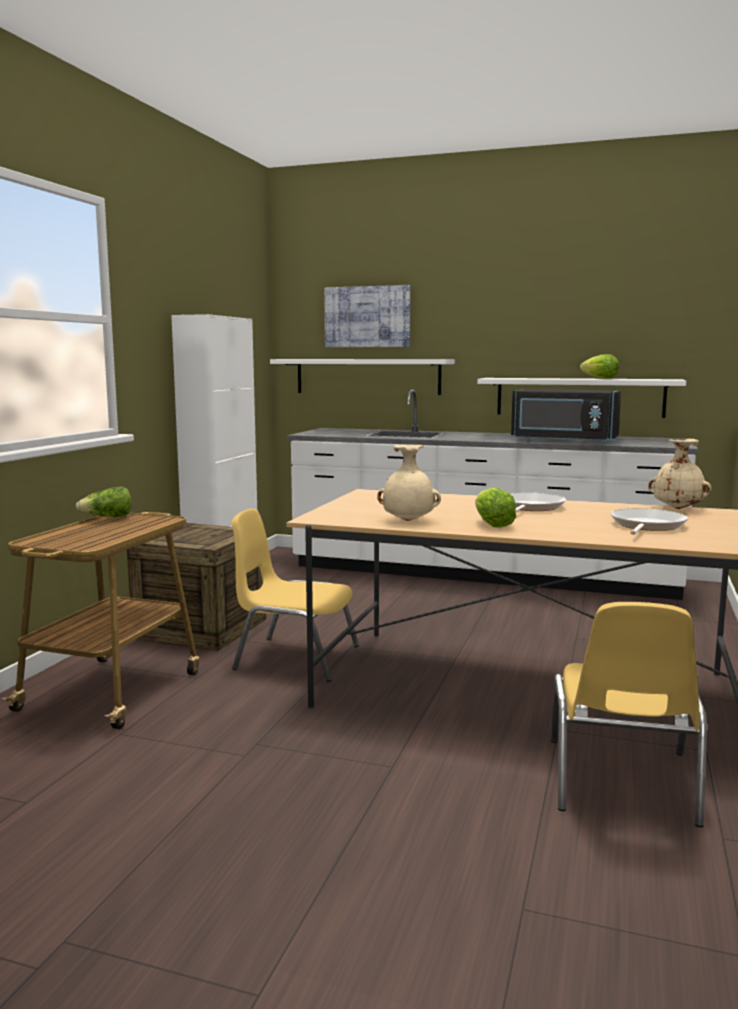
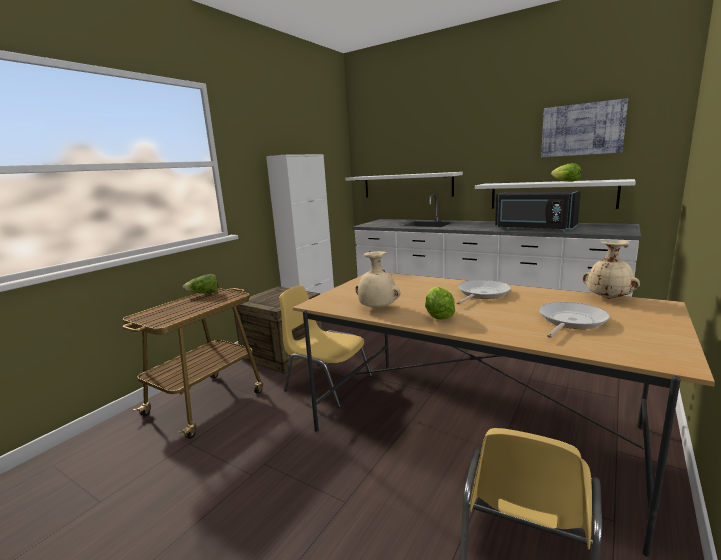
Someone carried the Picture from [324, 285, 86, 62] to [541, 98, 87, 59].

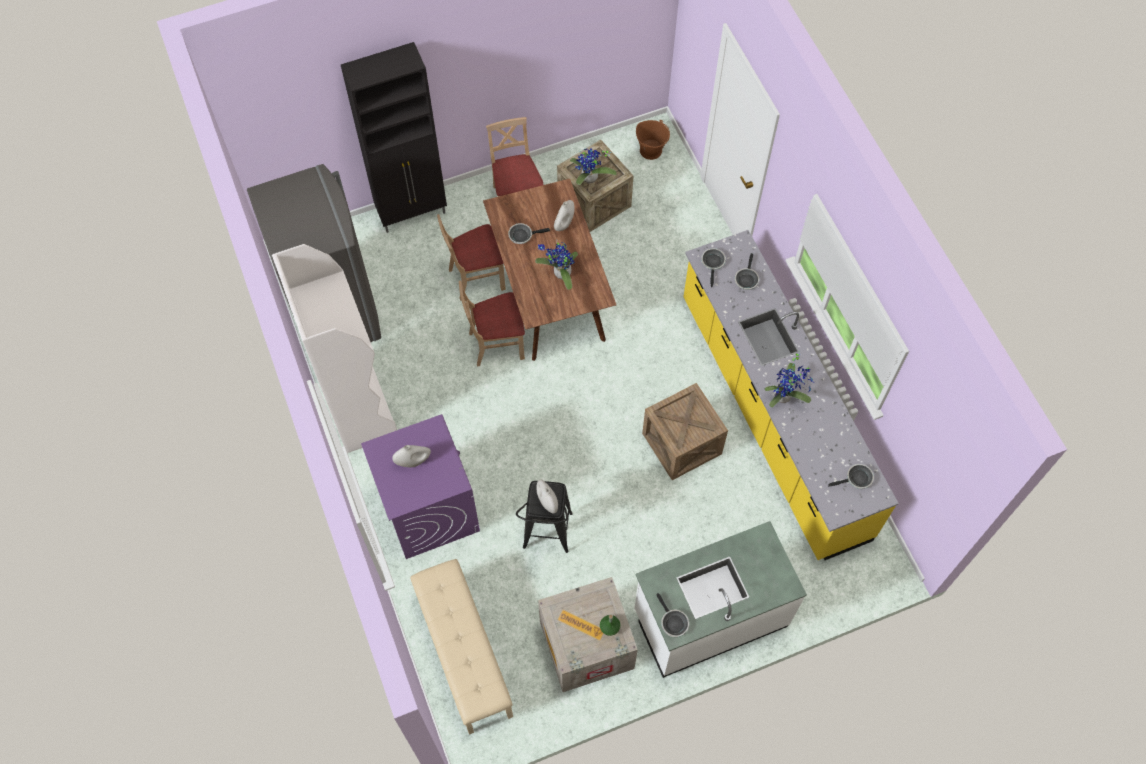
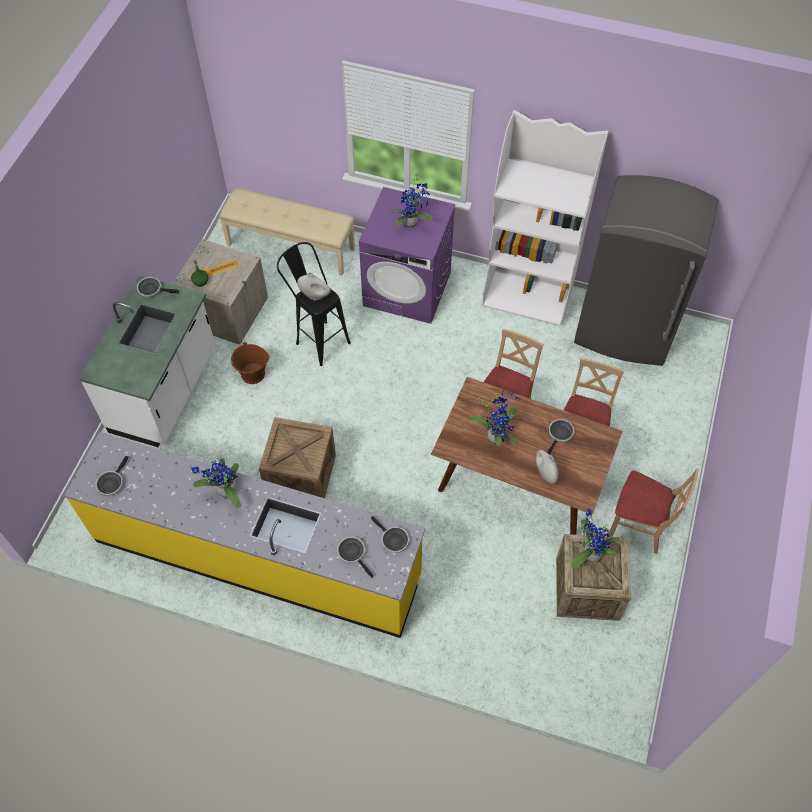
Someone carried the BrownishPail from [636, 120, 34, 40] to [231, 342, 39, 42]. Someone swapped the WhitishFlowerVase at [392, 445, 39, 22] for the PlantInAPot at [391, 171, 41, 57]. Someone took away the BlackColouredStorageCabinet at [341, 42, 106, 191].

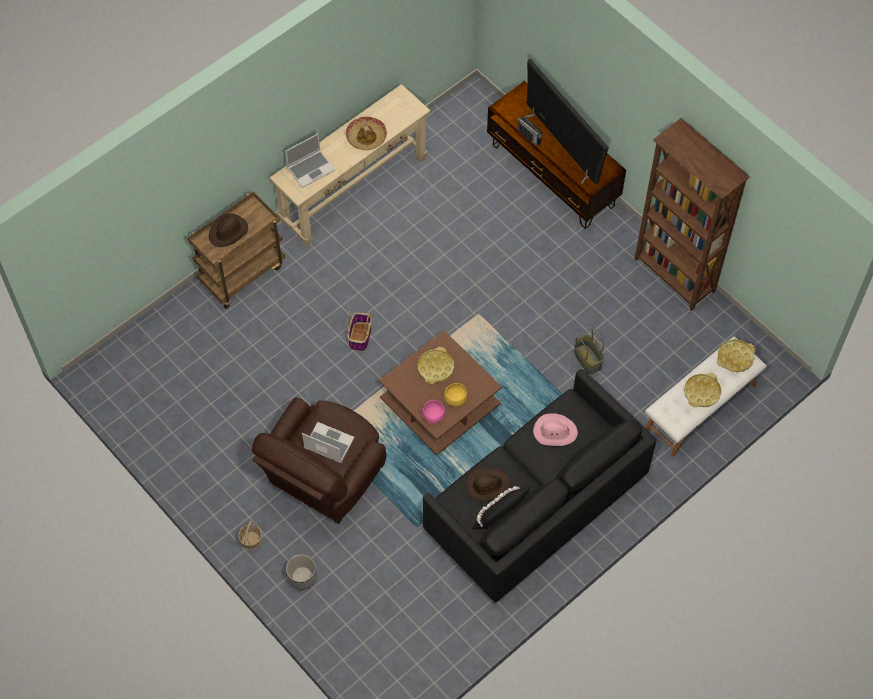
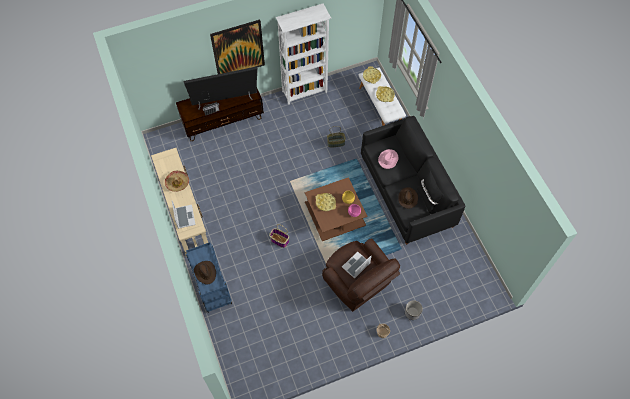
Someone repainted the BrownishCart at [188, 191, 97, 118], which became the BluishCart at [186, 242, 46, 71]. Someone put up the Picture at [210, 20, 55, 54]. Someone repainted the BrownishBookshelf at [635, 118, 115, 193], which became the WhitishBookshelf at [276, 3, 55, 102].

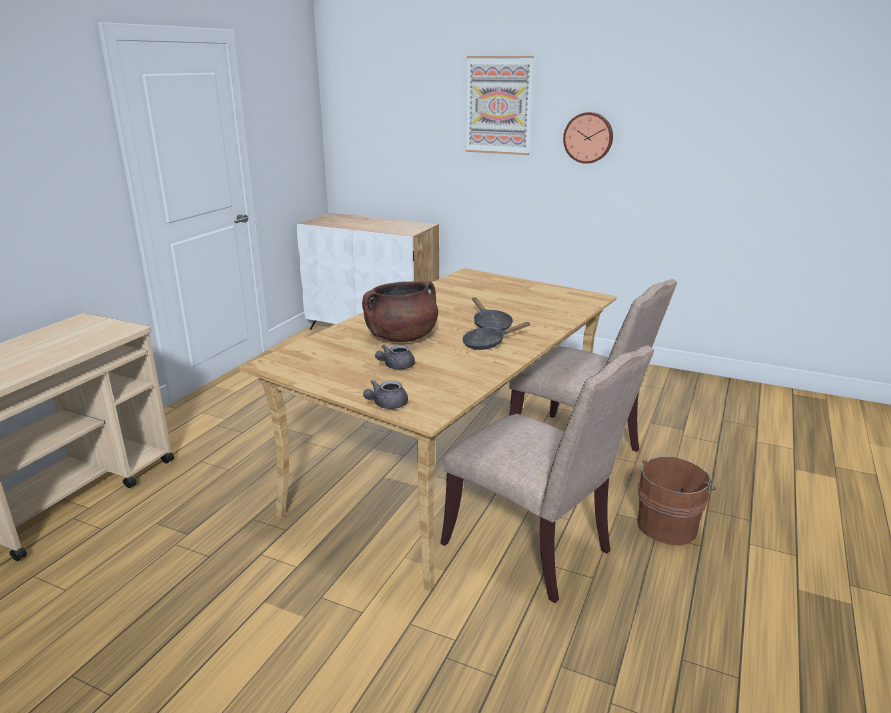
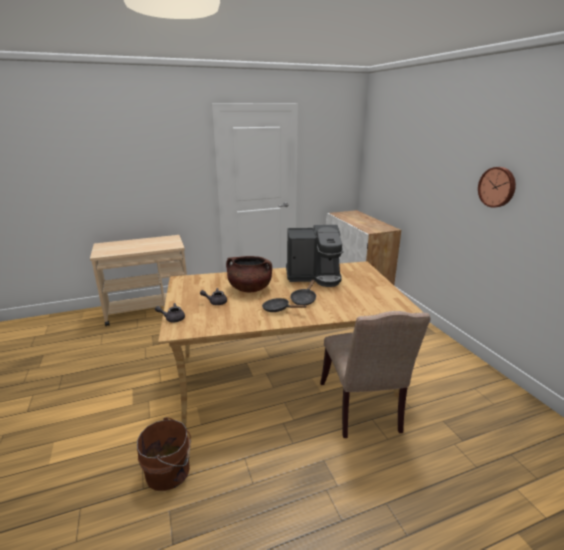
Someone carried the BrownishPail from [637, 456, 79, 90] to [137, 417, 54, 74]. Someone put down the CoffeeBrewer at [286, 225, 57, 62]. Someone took away the SandColouredUprightChair at [440, 346, 214, 257]. Someone took away the Picture at [466, 56, 68, 99].

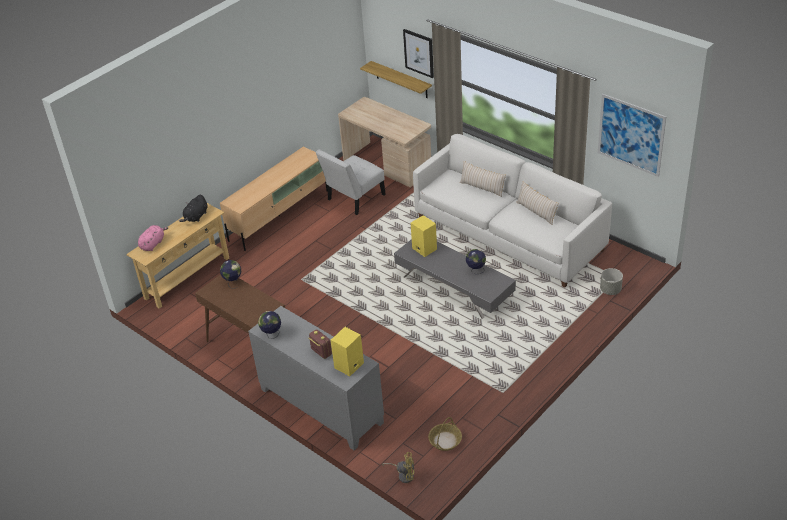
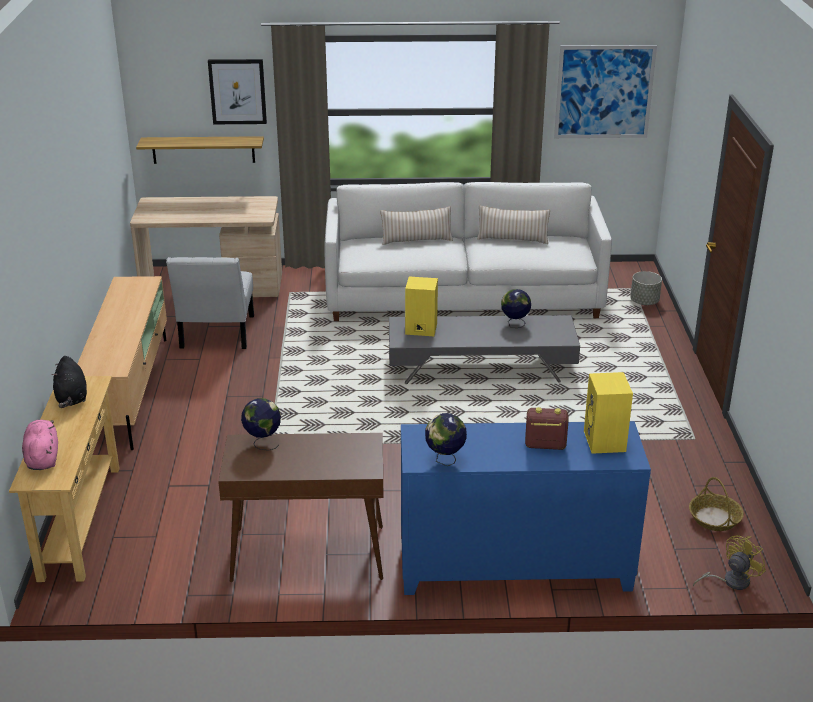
Someone repainted the GreyStorageCabinet at [248, 306, 136, 144], which became the BluishStorageCabinet at [401, 421, 250, 174].

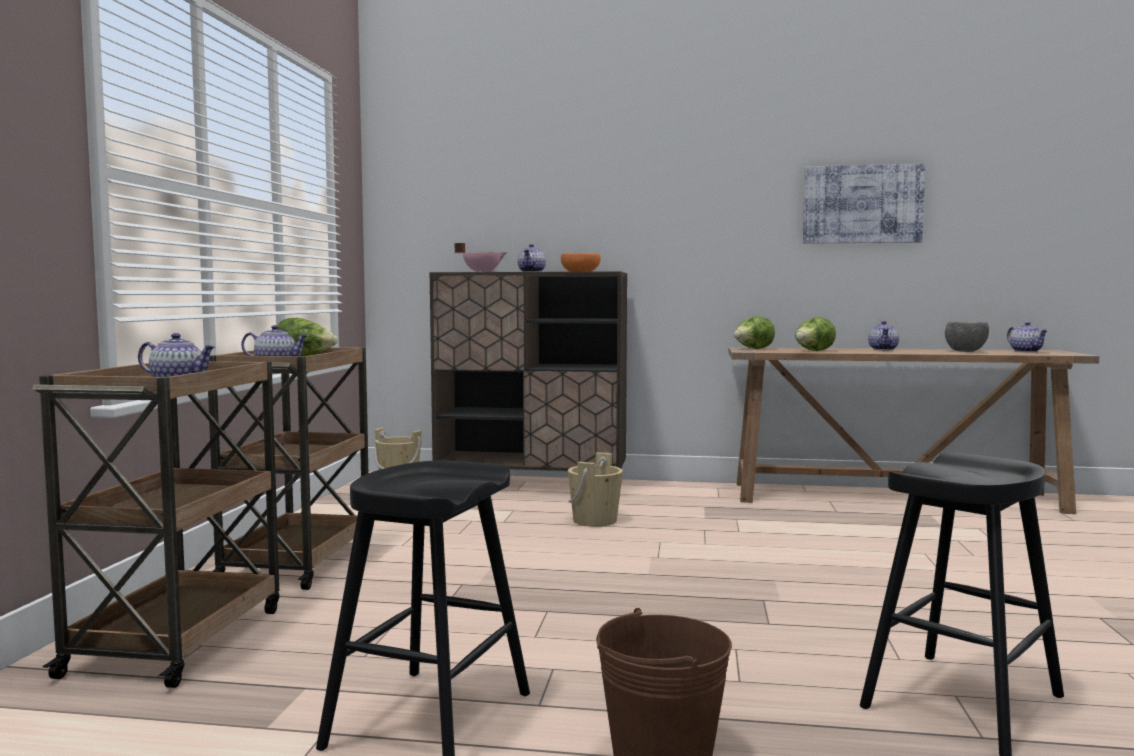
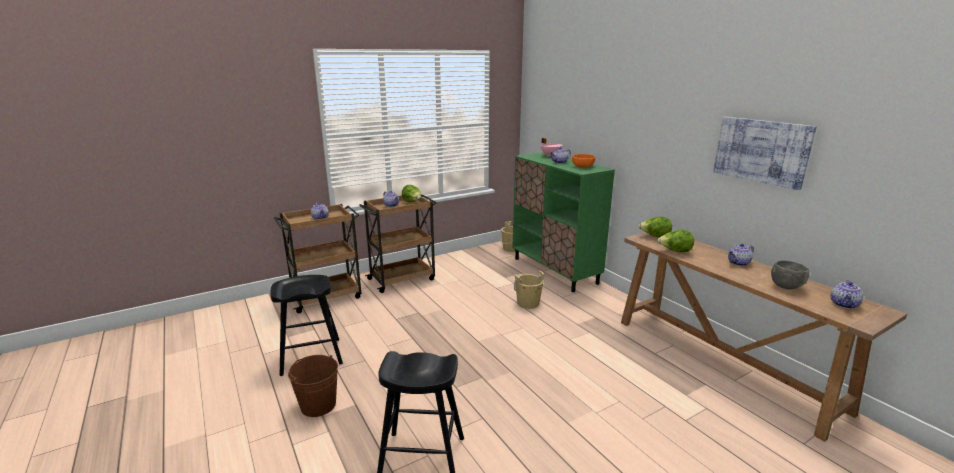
Someone repainted the BrownishStorageCabinet at [429, 271, 198, 200], which became the GreenStorageCabinet at [512, 152, 103, 140].

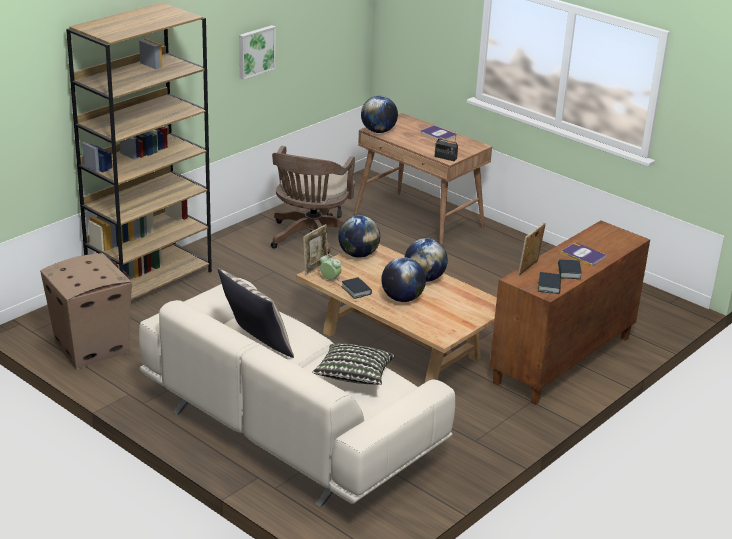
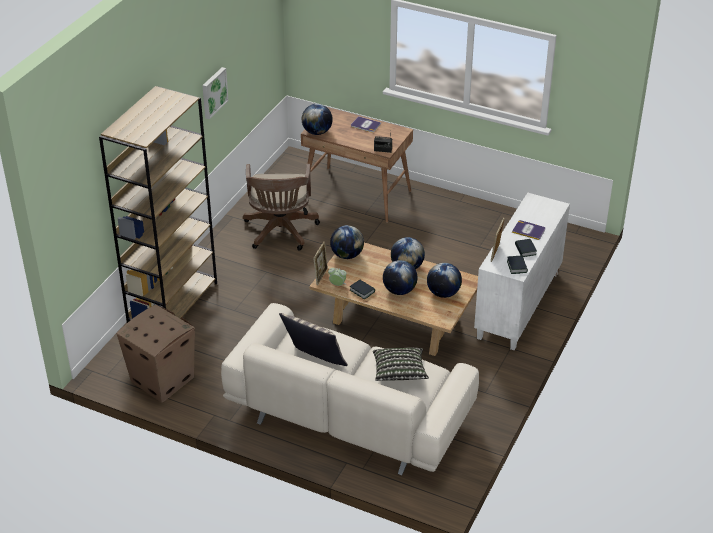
Someone put down the Globe at [427, 263, 35, 35]. Someone repainted the BrownishStorageCabinet at [490, 221, 160, 184], which became the WhitishStorageCabinet at [474, 193, 96, 158].

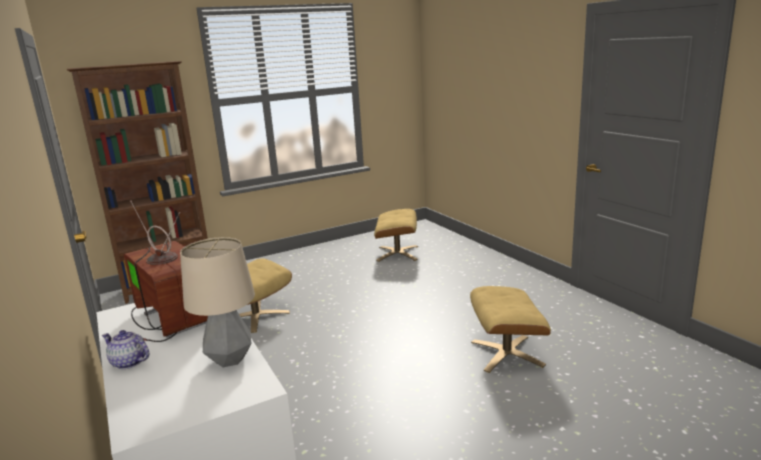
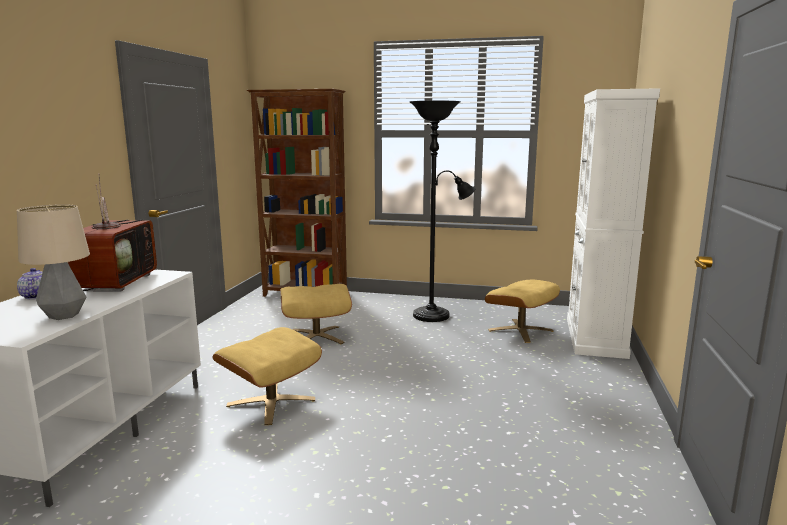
Someone carried the SandColouredFootrest from [470, 286, 81, 87] to [213, 327, 109, 98]. Someone put down the BlackColouredFloorLamp at [410, 101, 66, 221]. Someone put down the WhitishStorageCabinet at [567, 88, 93, 271].

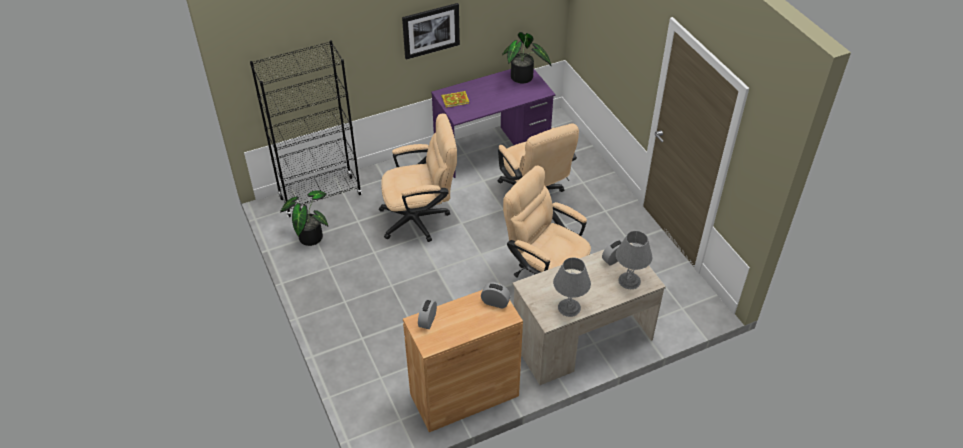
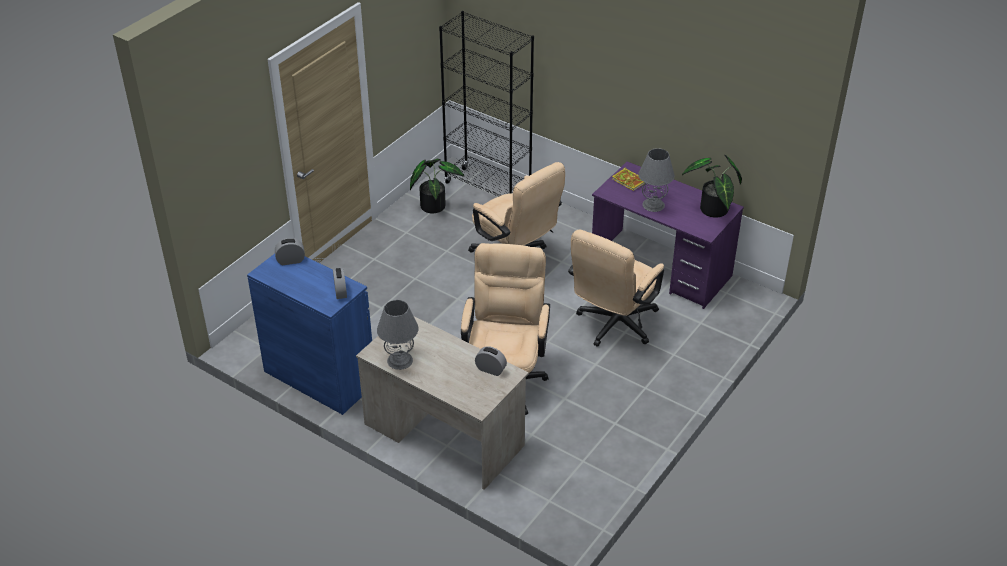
Someone repainted the BrownishStorageCabinet at [403, 290, 120, 142], which became the BluishStorageCabinet at [247, 254, 125, 161]. Someone carried the GreyTableLamp from [616, 231, 36, 58] to [638, 148, 37, 64]. Someone took away the Picture at [402, 3, 58, 57].

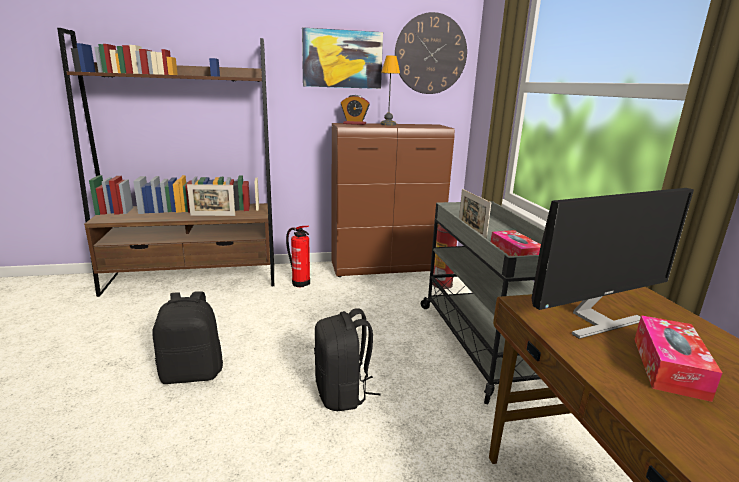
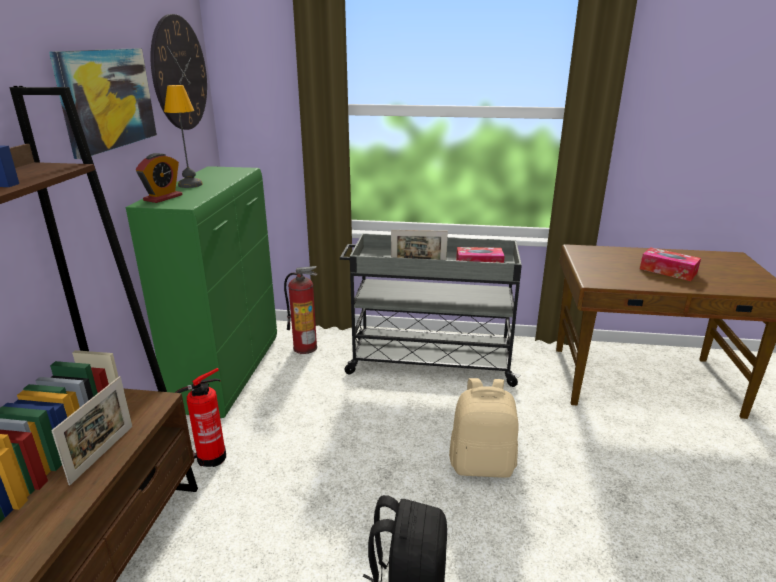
Someone repainted the BrownishStorageCabinet at [331, 123, 124, 154], which became the GreenStorageCabinet at [126, 166, 151, 252]. Someone repainted the BlackColouredRucksack at [314, 308, 66, 103], which became the SandColouredRucksack at [449, 378, 70, 100]. Someone took away the ComputerScreen at [531, 188, 163, 151].

